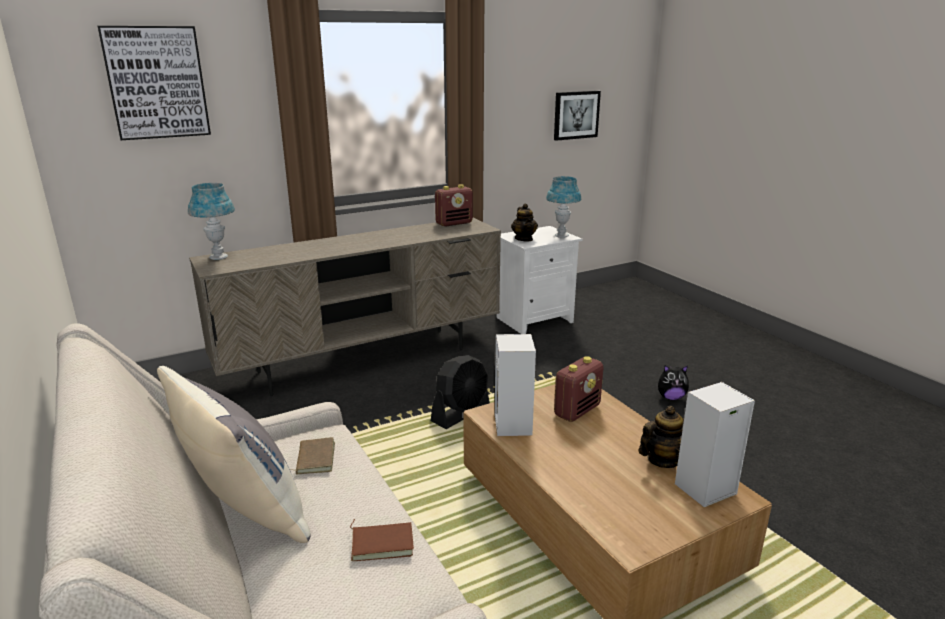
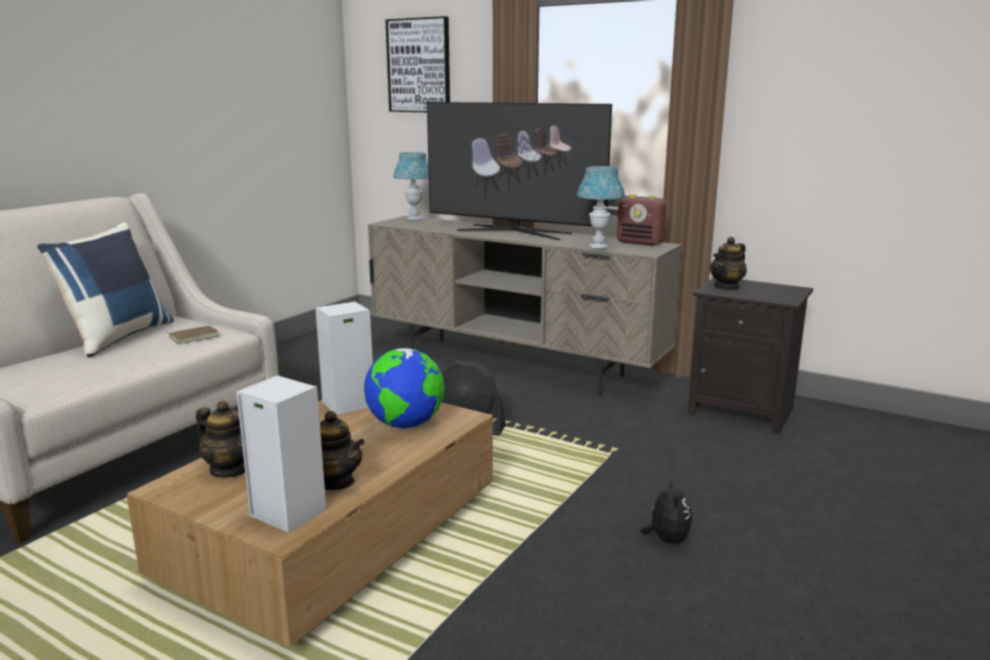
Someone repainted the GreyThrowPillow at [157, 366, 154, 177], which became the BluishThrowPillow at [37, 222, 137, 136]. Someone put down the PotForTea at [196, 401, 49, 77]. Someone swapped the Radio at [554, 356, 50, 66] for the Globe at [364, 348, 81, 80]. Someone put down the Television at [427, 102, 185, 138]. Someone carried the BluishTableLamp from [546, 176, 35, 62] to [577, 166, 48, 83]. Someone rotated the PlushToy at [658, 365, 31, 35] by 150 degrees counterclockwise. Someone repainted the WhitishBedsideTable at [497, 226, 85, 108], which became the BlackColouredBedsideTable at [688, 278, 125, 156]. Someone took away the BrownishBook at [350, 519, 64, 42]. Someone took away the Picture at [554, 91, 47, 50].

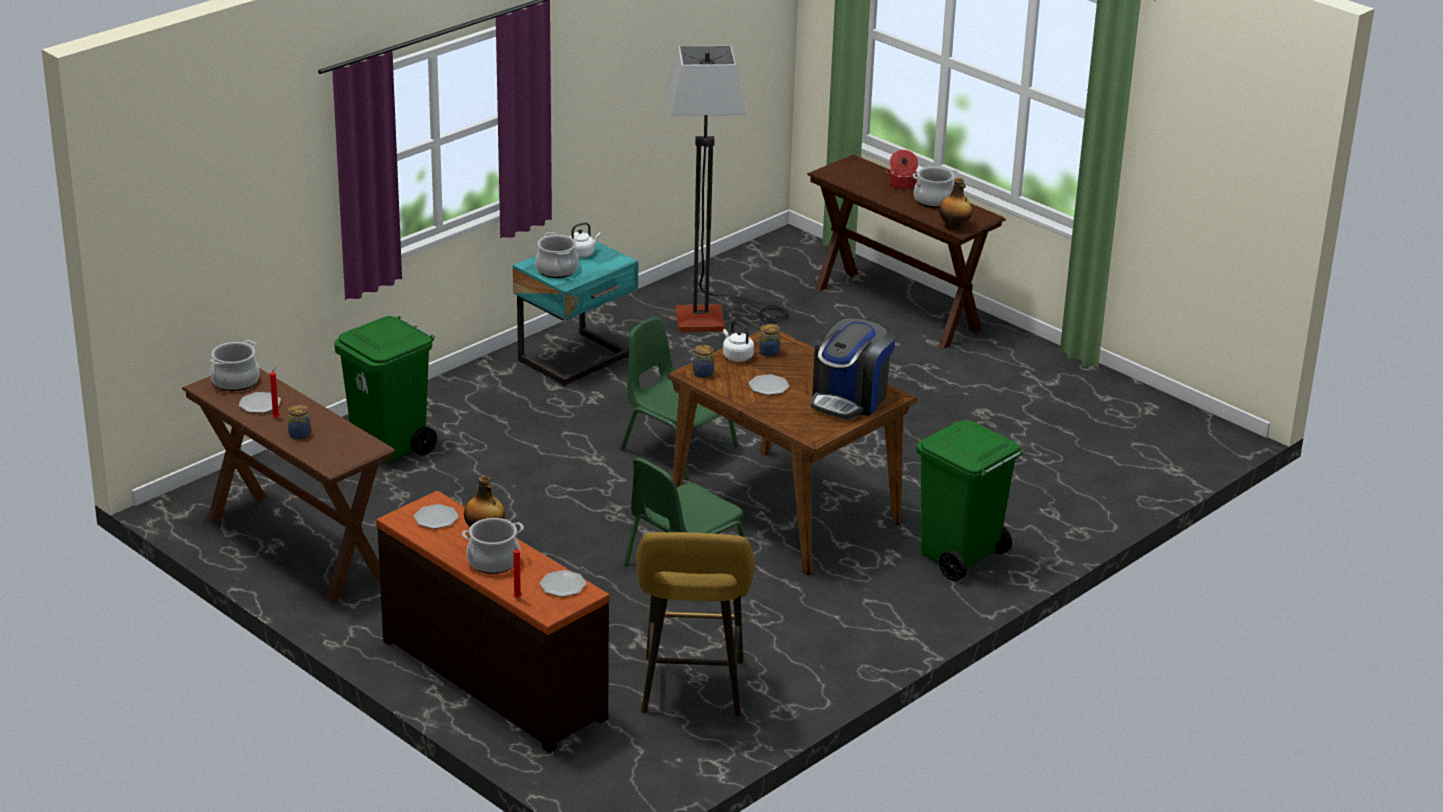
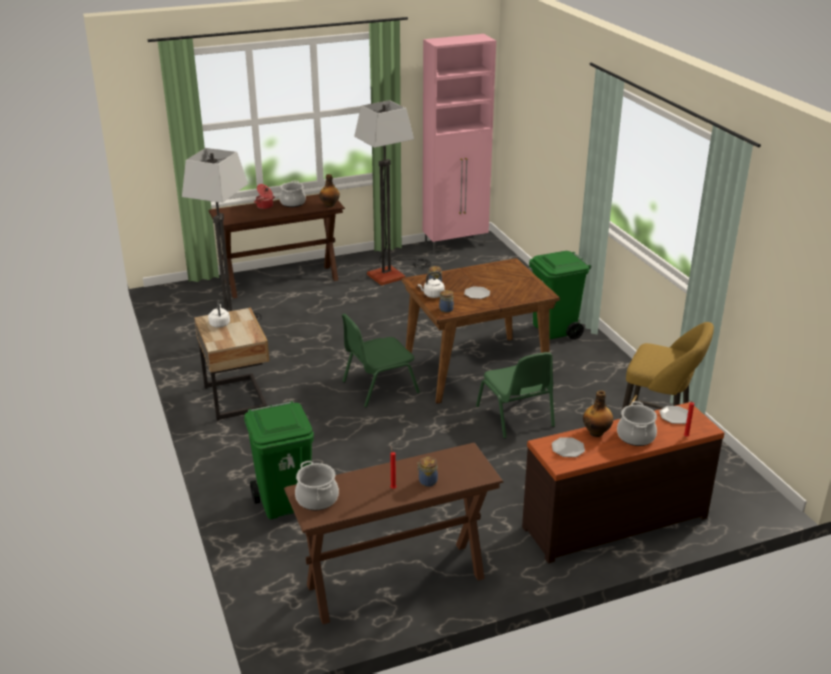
Someone repainted the TurquoiseBedsideTable at [513, 241, 126, 145], which became the SandColouredBedsideTable at [194, 308, 75, 113]. Someone put down the FloorLamp at [354, 100, 77, 186]. Someone put down the PinkColouredStorageCabinet at [423, 34, 73, 219]. Someone took away the Plate at [239, 392, 42, 21]. Someone took away the Stockpot at [535, 232, 44, 46]. Someone took away the CoffeeBrewer at [811, 317, 85, 102].

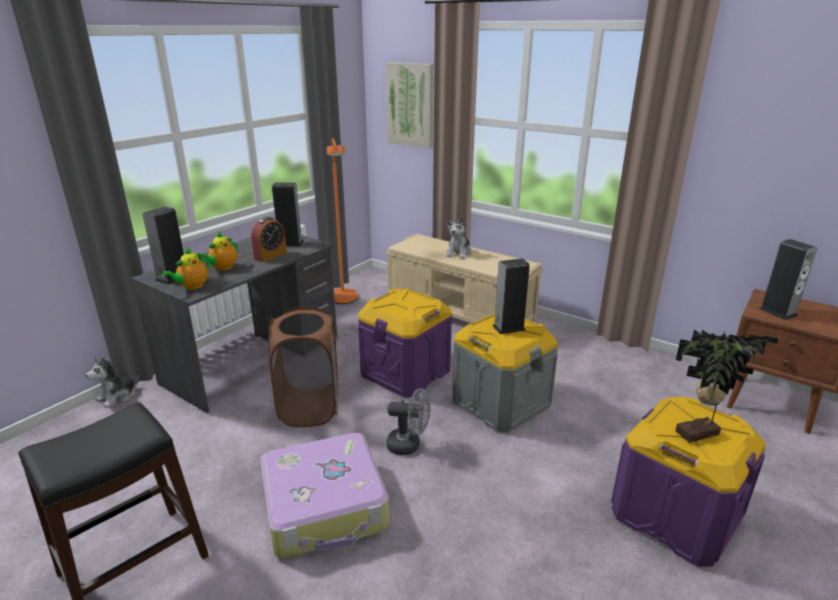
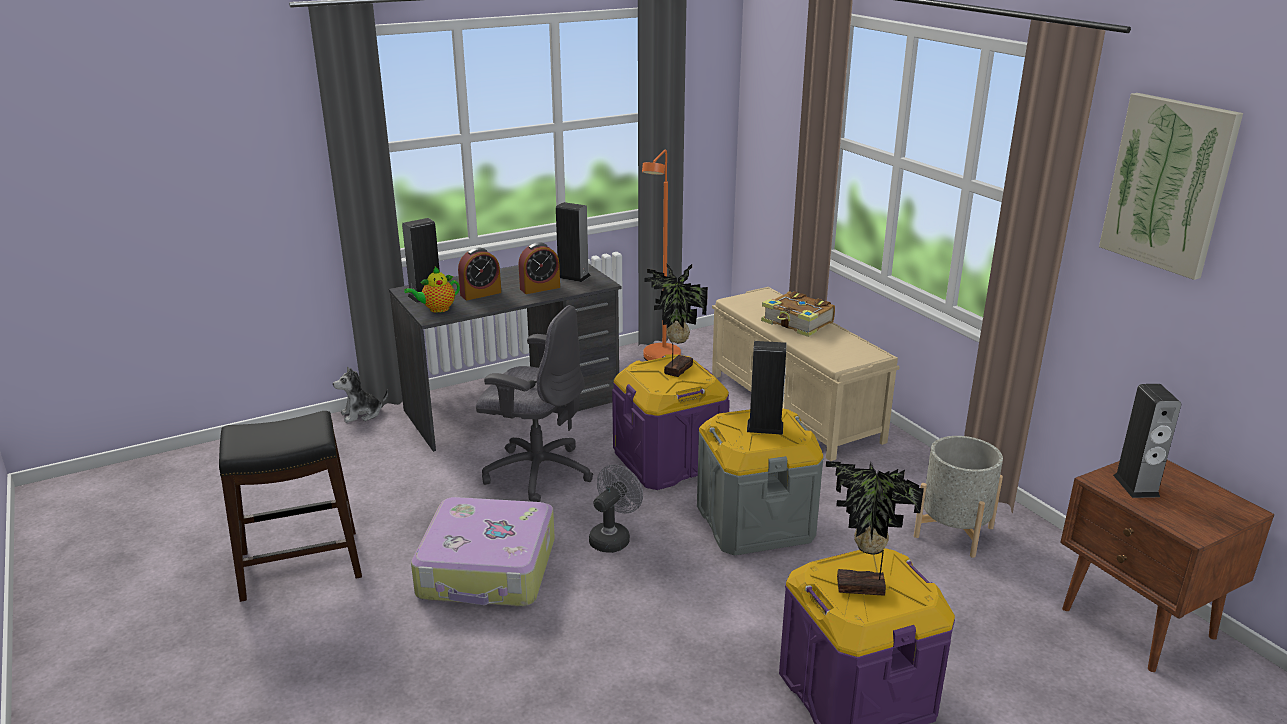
Someone swapped the PotForTea at [198, 232, 40, 39] for the AlarmClock at [458, 248, 43, 52]. Someone swapped the BrownishLaundryBasket at [268, 307, 70, 120] for the GreyOfficeChair at [476, 305, 117, 197]. Someone rotated the GreyElectricFan at [386, 388, 45, 67] by 90 degrees counterclockwise. Someone put down the PlantInAPot at [645, 264, 63, 113]. Someone swapped the PlushToy at [446, 216, 26, 43] for the Book at [761, 291, 74, 46]. Someone put down the GreyPlanter at [914, 436, 89, 122]. Someone carried the Picture from [386, 62, 47, 87] to [1099, 93, 144, 187].

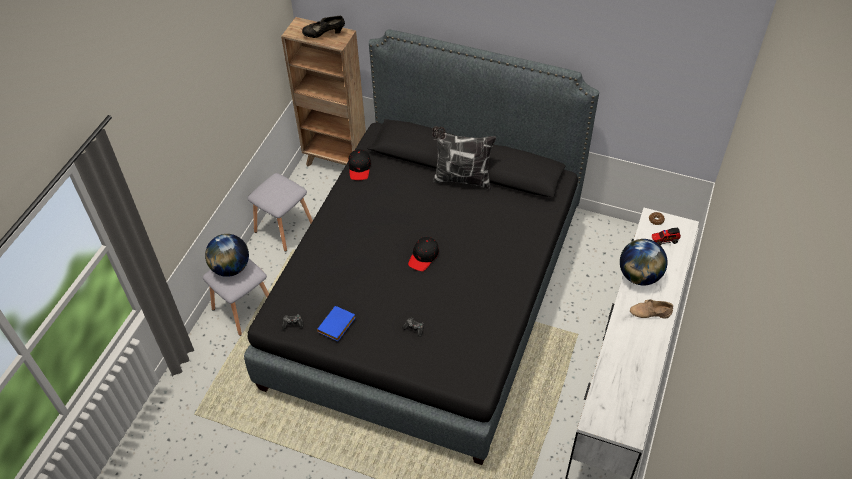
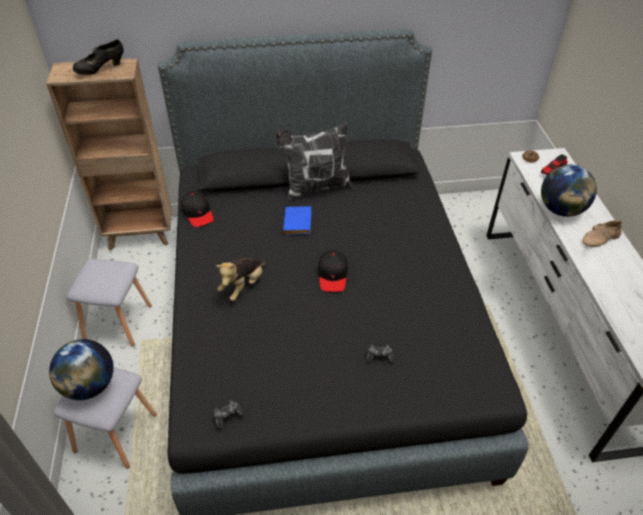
Someone put down the PlushToy at [216, 258, 50, 43]. Someone carried the BluishBook from [317, 306, 39, 35] to [283, 206, 29, 29].

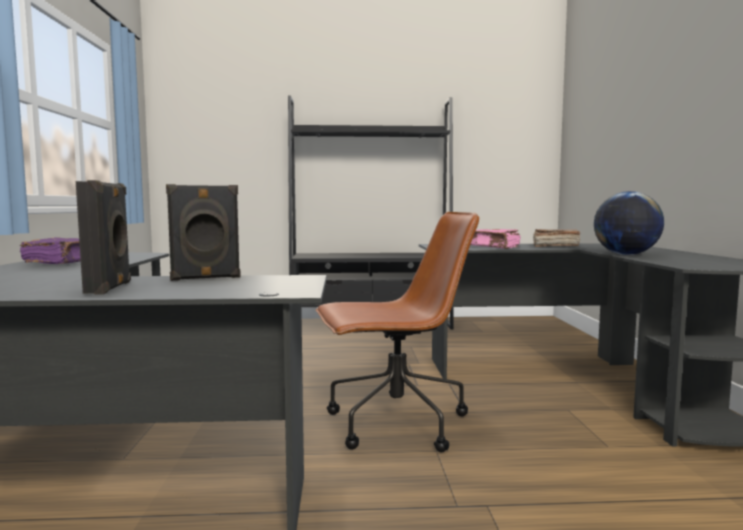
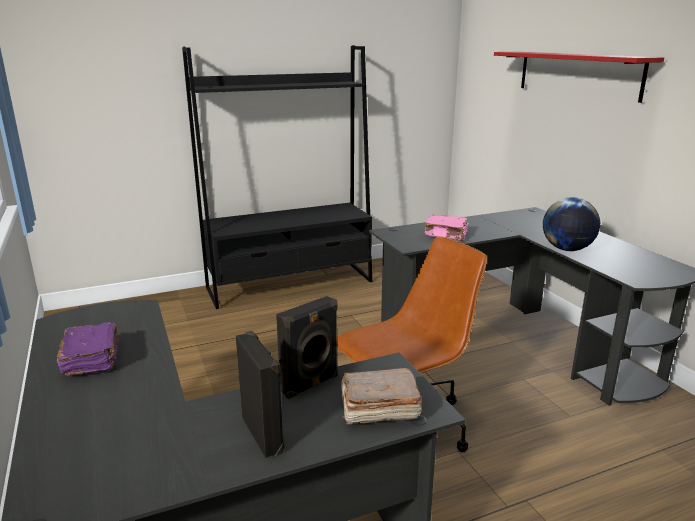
Someone carried the BrownishBook from [533, 229, 47, 18] to [340, 368, 82, 56]. Someone put up the RedShelf at [494, 52, 170, 51].

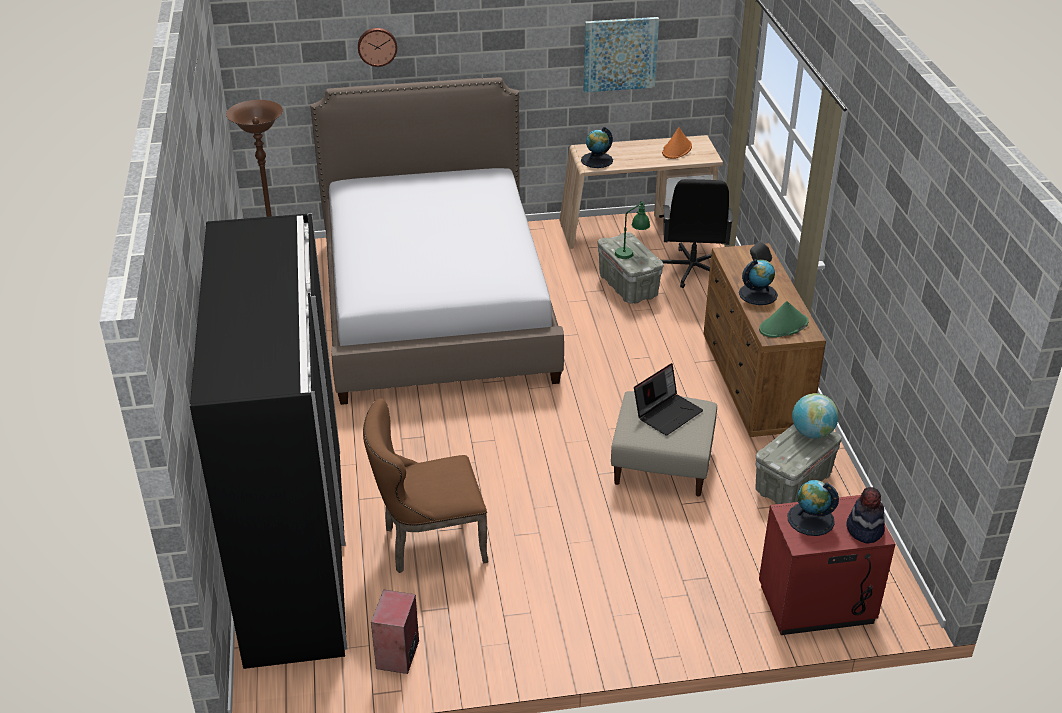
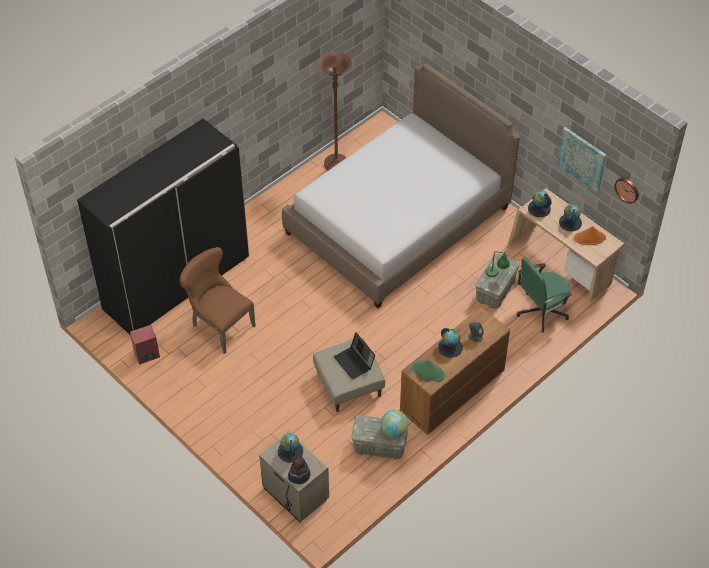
Someone repainted the RedBedsideTable at [759, 495, 136, 140], which became the SandColouredBedsideTable at [259, 432, 70, 90]. Someone rotated the PortableComputer at [634, 363, 69, 73] by 45 degrees clockwise. Someone repainted the BlackColouredOfficeChair at [661, 179, 72, 109], which became the GreenOfficeChair at [517, 258, 55, 75]. Someone put down the Globe at [559, 204, 23, 27]. Someone carried the HangingClock from [358, 28, 39, 39] to [615, 178, 24, 26].

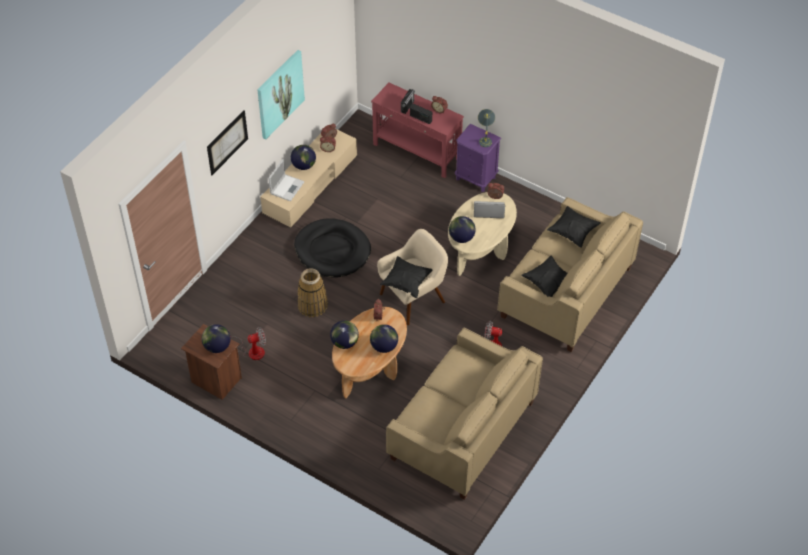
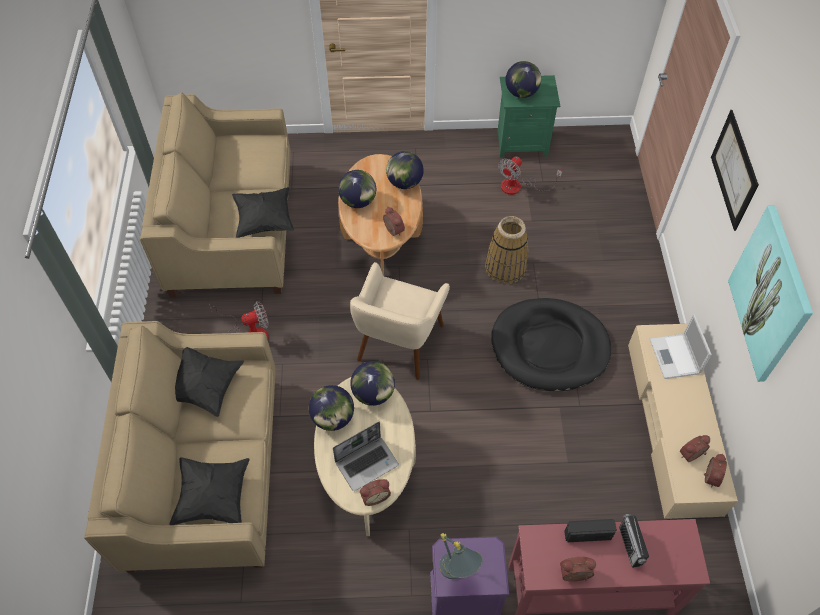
Someone carried the BlackColouredThrowPillow from [380, 256, 53, 42] to [232, 187, 62, 51]. Someone carried the Globe from [291, 145, 25, 25] to [309, 385, 45, 46]. Someone repainted the BrownishBedsideTable at [181, 324, 61, 76], which became the GreenBedsideTable at [497, 75, 63, 83].

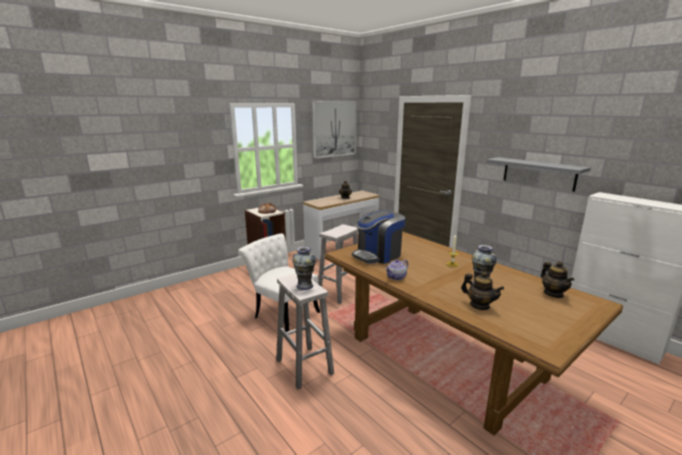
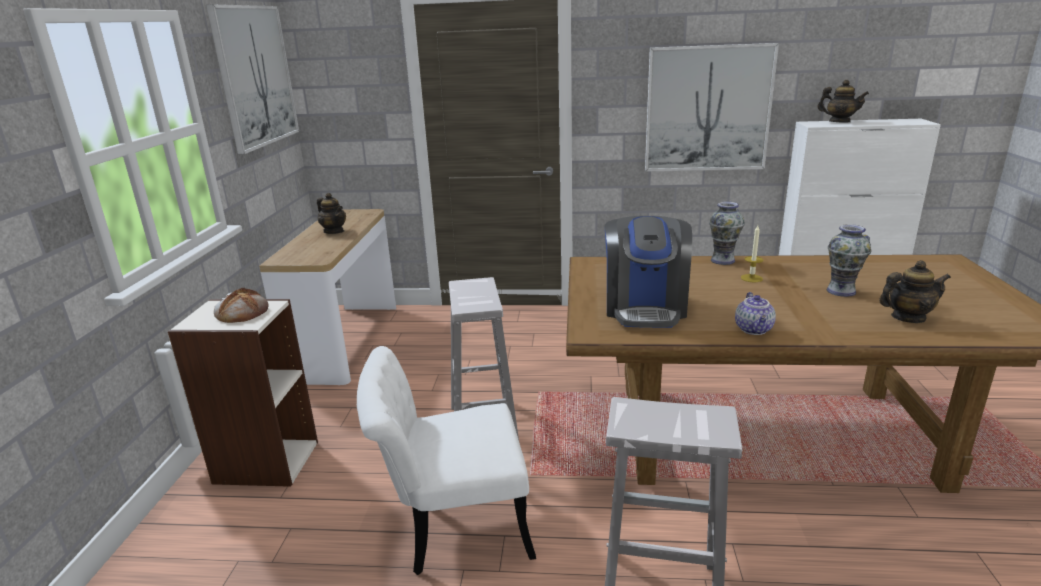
Someone swapped the GreyShelf at [486, 157, 105, 35] for the Picture at [645, 43, 134, 129]. Someone carried the FlowerVase from [292, 247, 24, 43] to [709, 201, 36, 64]. Someone carried the PotForTea from [541, 261, 33, 37] to [817, 80, 52, 42].

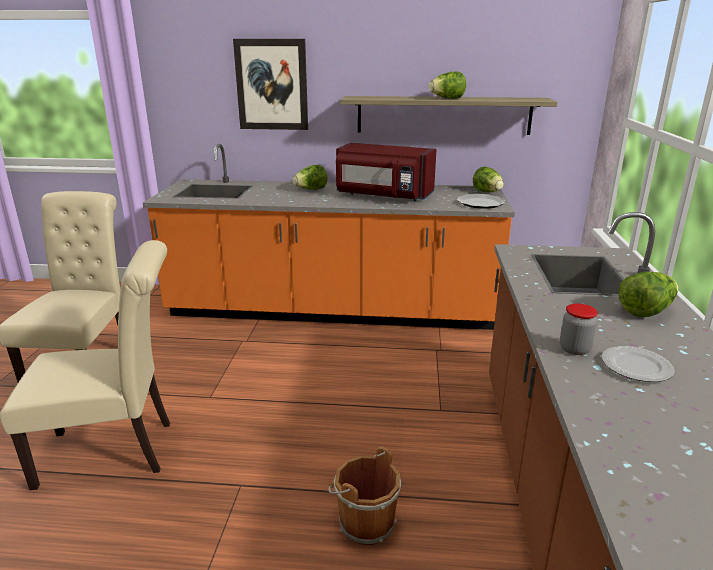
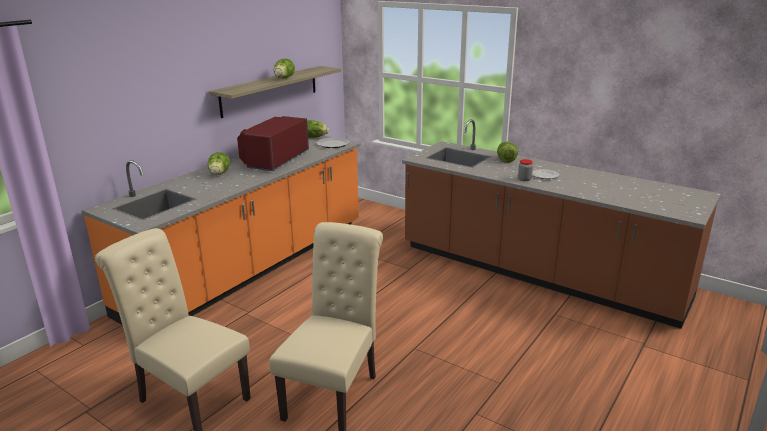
Someone rotated the RedMicrowave at [336, 143, 100, 58] by 150 degrees clockwise. Someone took away the Picture at [233, 39, 75, 91]. Someone took away the BrownishPail at [328, 447, 73, 98].

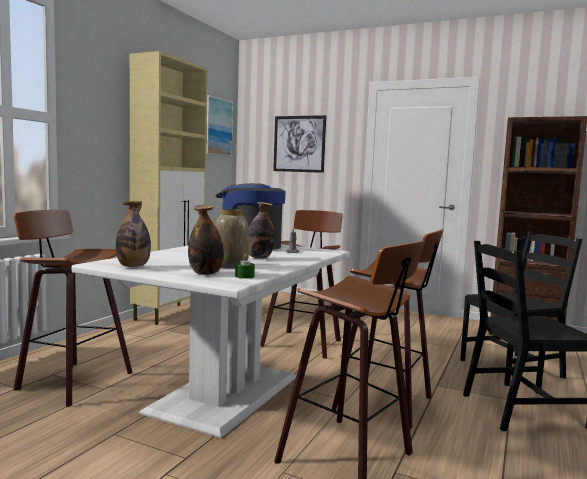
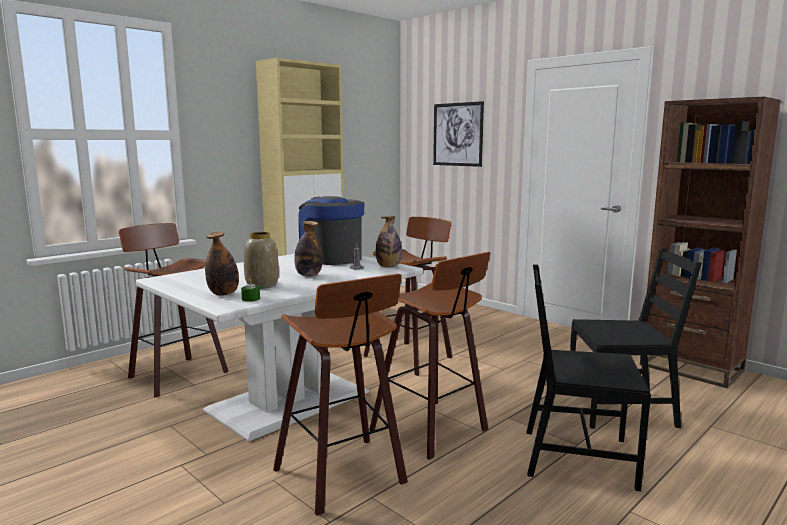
Someone carried the BeverageBottle from [116, 201, 35, 66] to [376, 216, 26, 52]. Someone took away the Picture at [206, 95, 27, 61].

